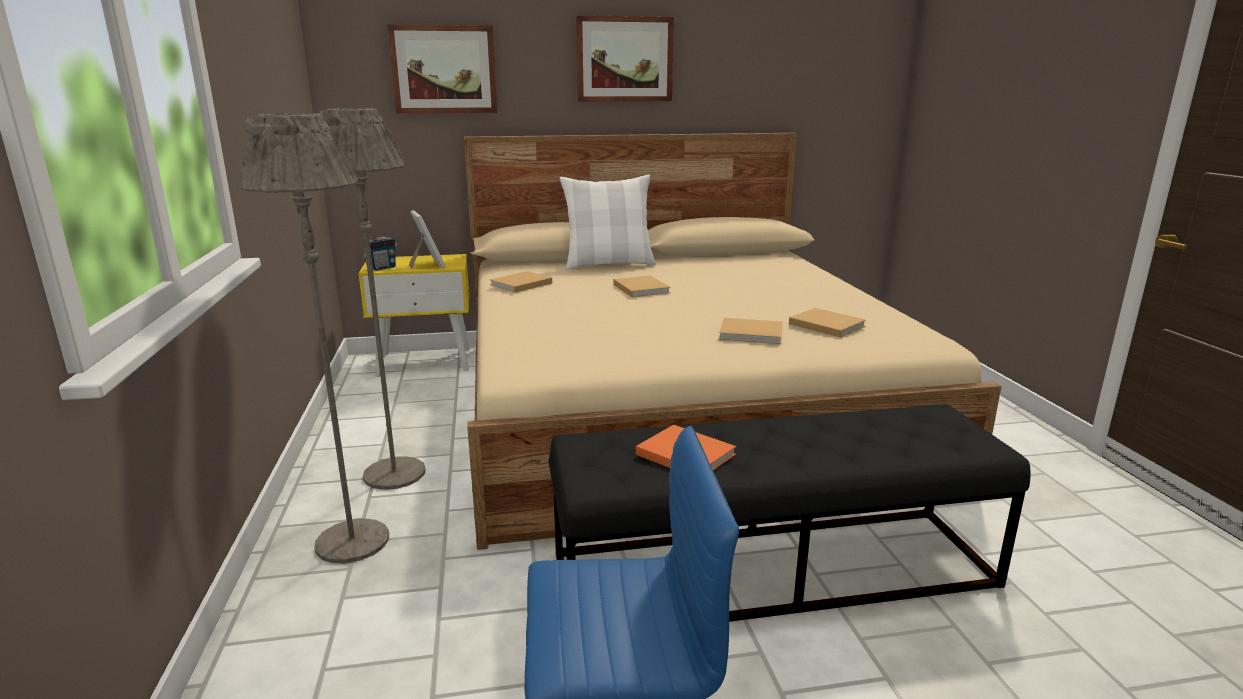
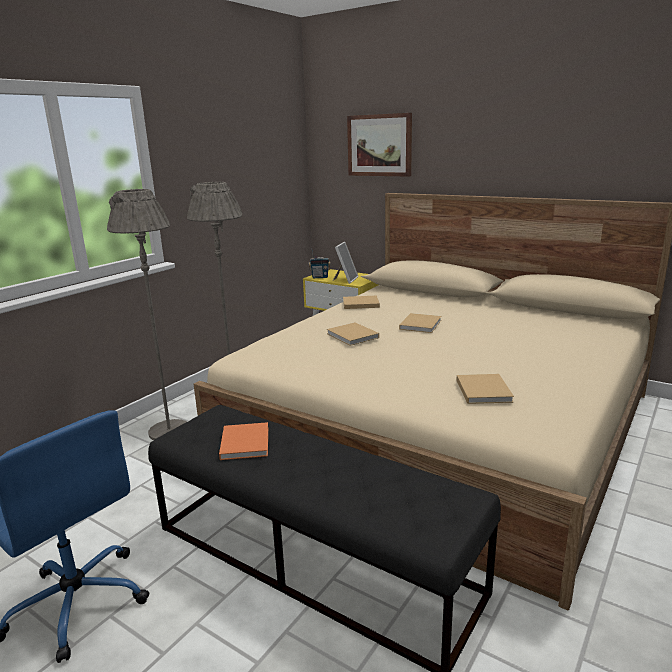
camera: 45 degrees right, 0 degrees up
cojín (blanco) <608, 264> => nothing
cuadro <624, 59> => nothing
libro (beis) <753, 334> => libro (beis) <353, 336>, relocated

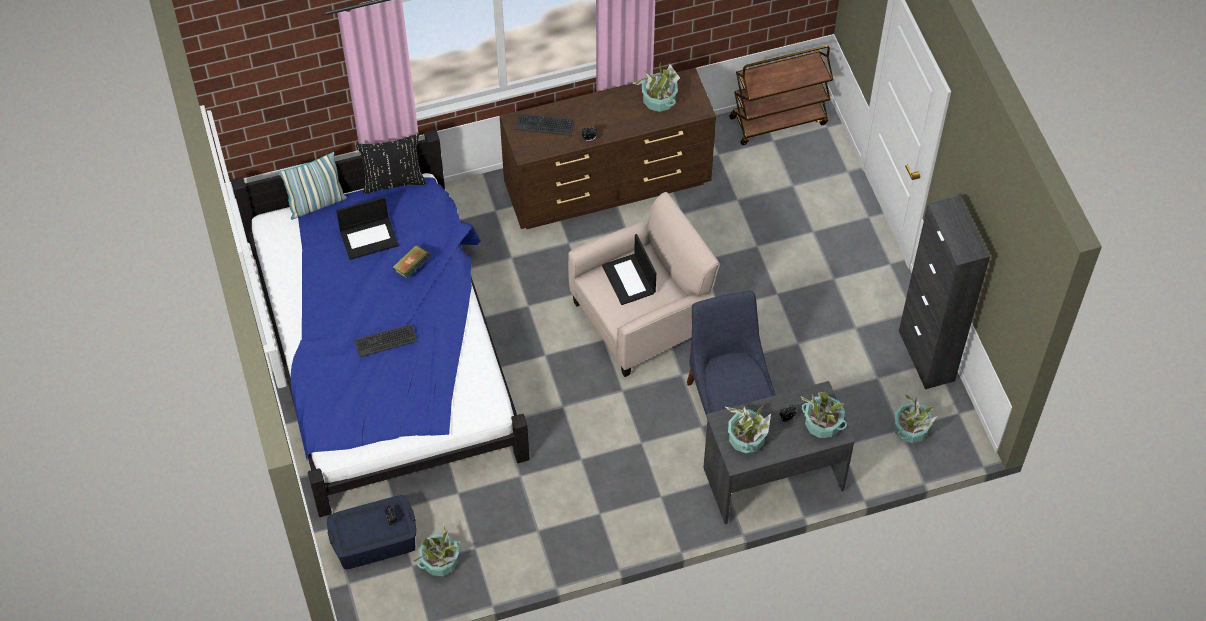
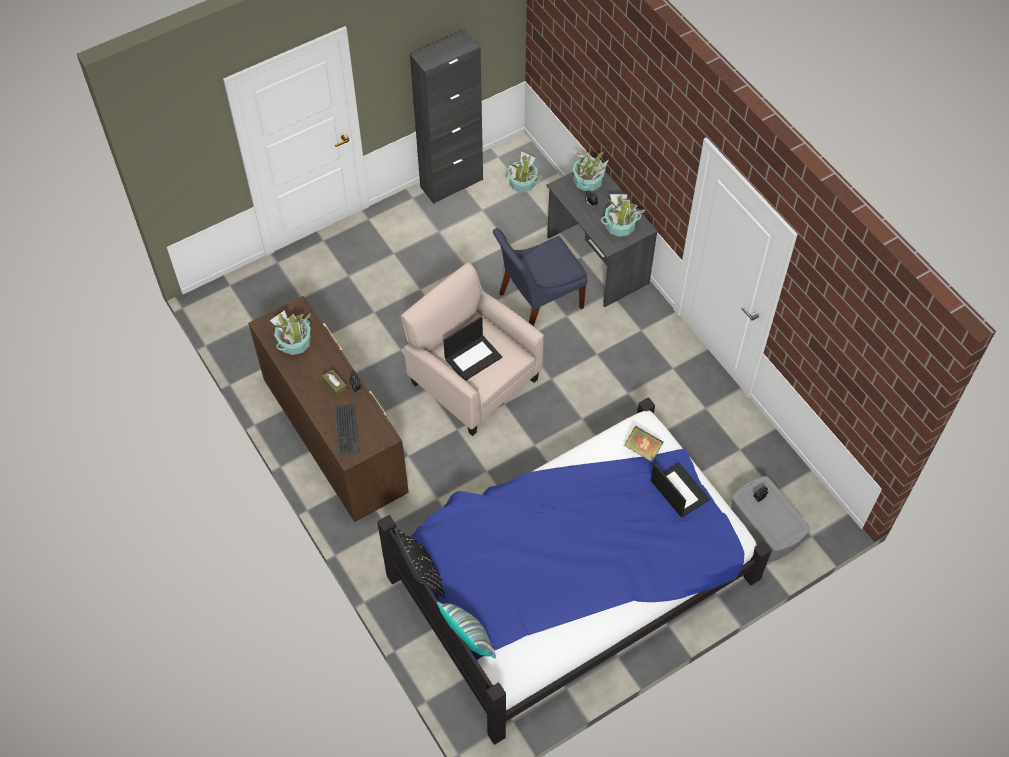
camera: 105 degrees left, 0 degrees up
caja de almacenaje (azul) <374, 541> => caja de almacenaje (gris) <765, 527>
portátil <369, 237> => portátil <678, 490>, relocated
teclado <385, 340> => nothing
libro <412, 268> => libro <642, 449>, relocated
planta en maceta <440, 561> => nothing
carrito (marrón) <779, 120> => nothing
nothing => caja de pañuelos (marrón) <335, 386>

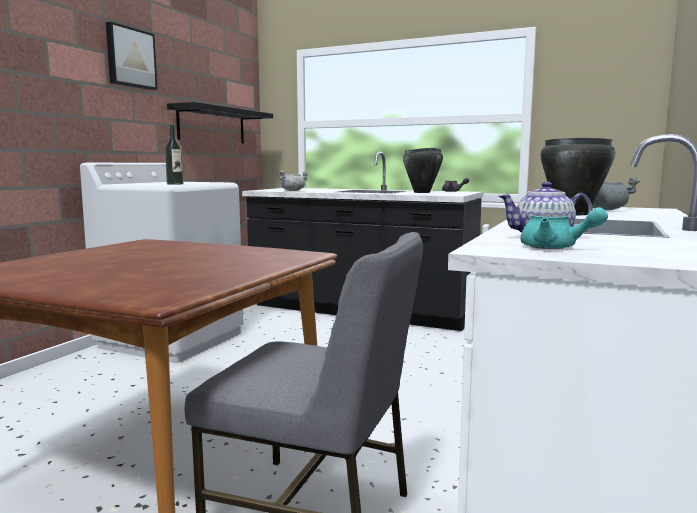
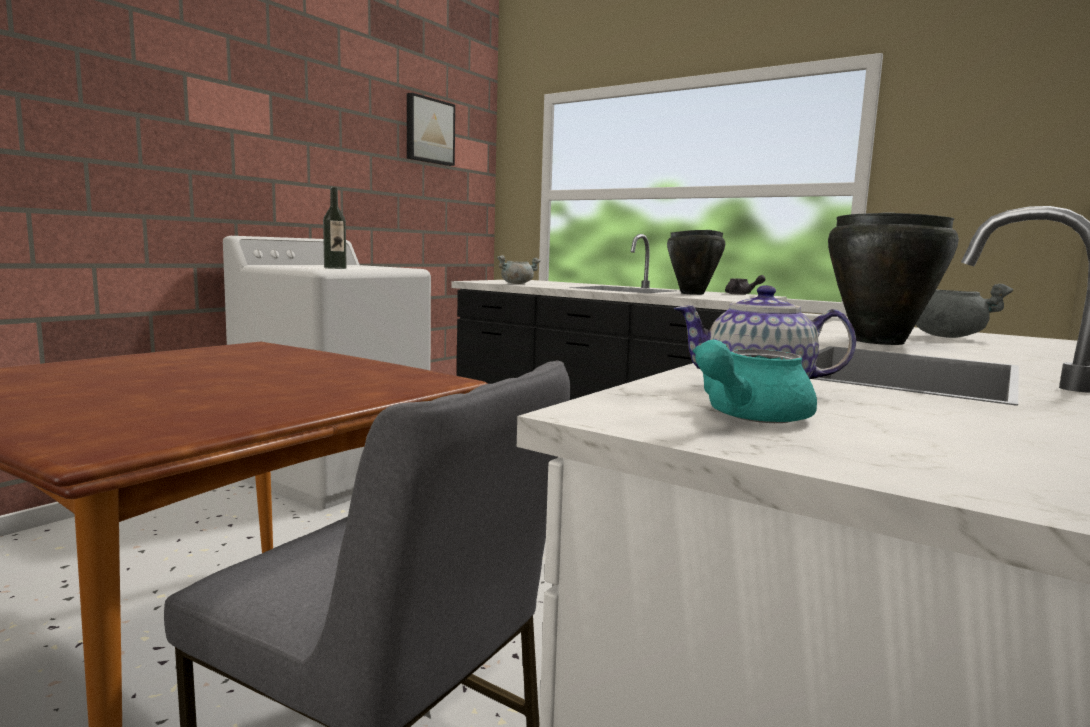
camera: 10 degrees right, 0 degrees up
cuadro <130, 58> => cuadro <429, 131>, relocated
estante (negro) <212, 125> => nothing
tetera (turquesa) <556, 248> => tetera (turquesa) <747, 417>, 90 degrees clockwise

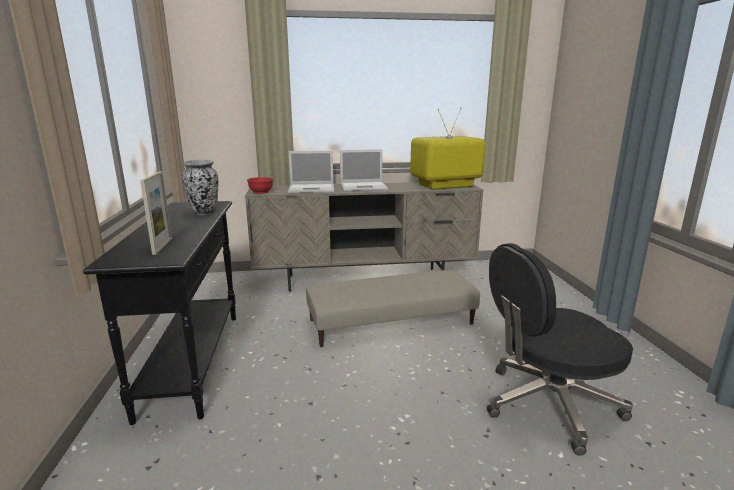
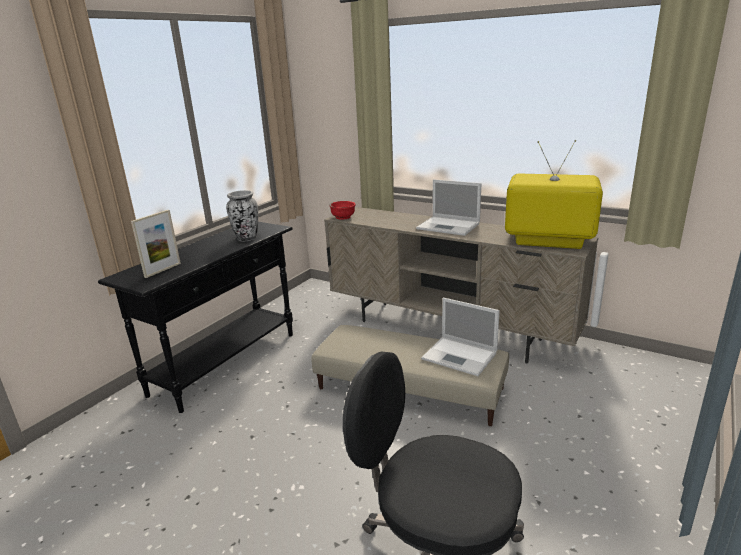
camera: 40 degrees right, 5 degrees up
portátil <312, 189> => portátil <461, 356>, relocated

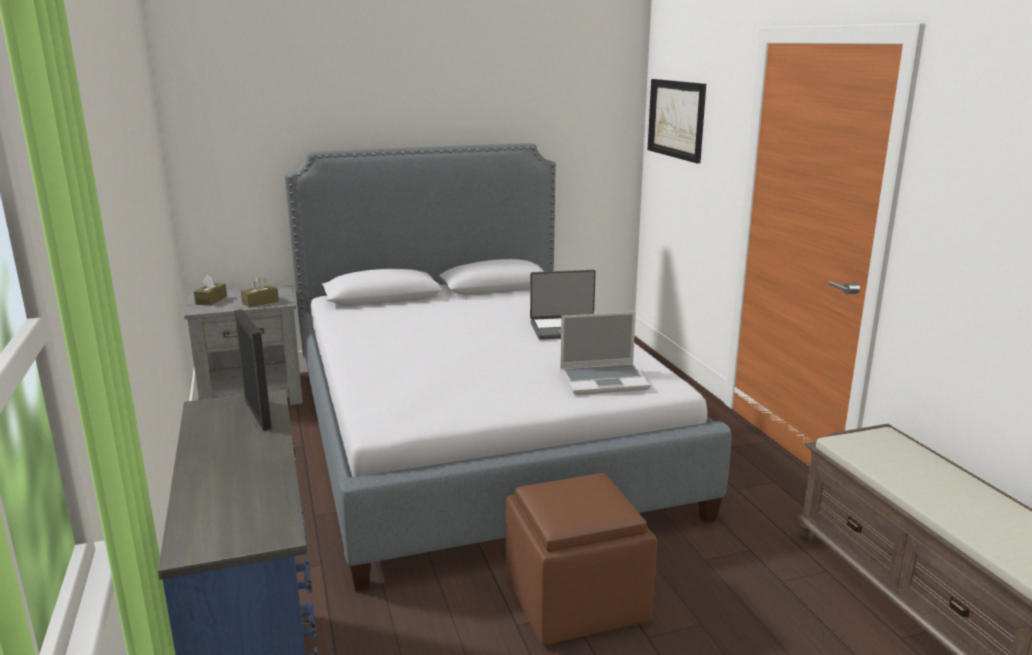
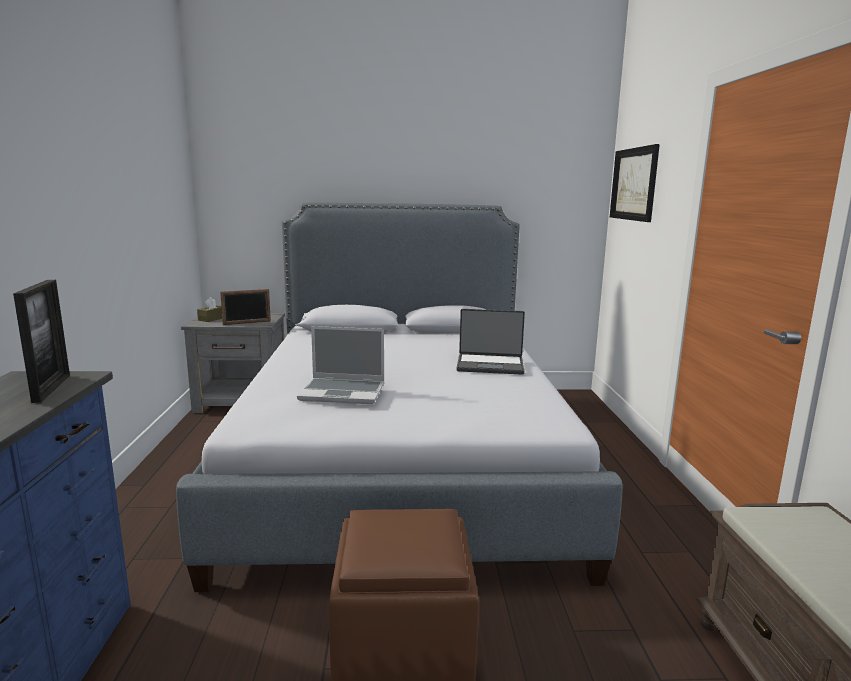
camera: 15 degrees right, 5 degrees down
caja de pañuelos (marrón) <260, 302> => portarretratos <247, 323>
portátil <604, 380> => portátil <344, 392>, relocated

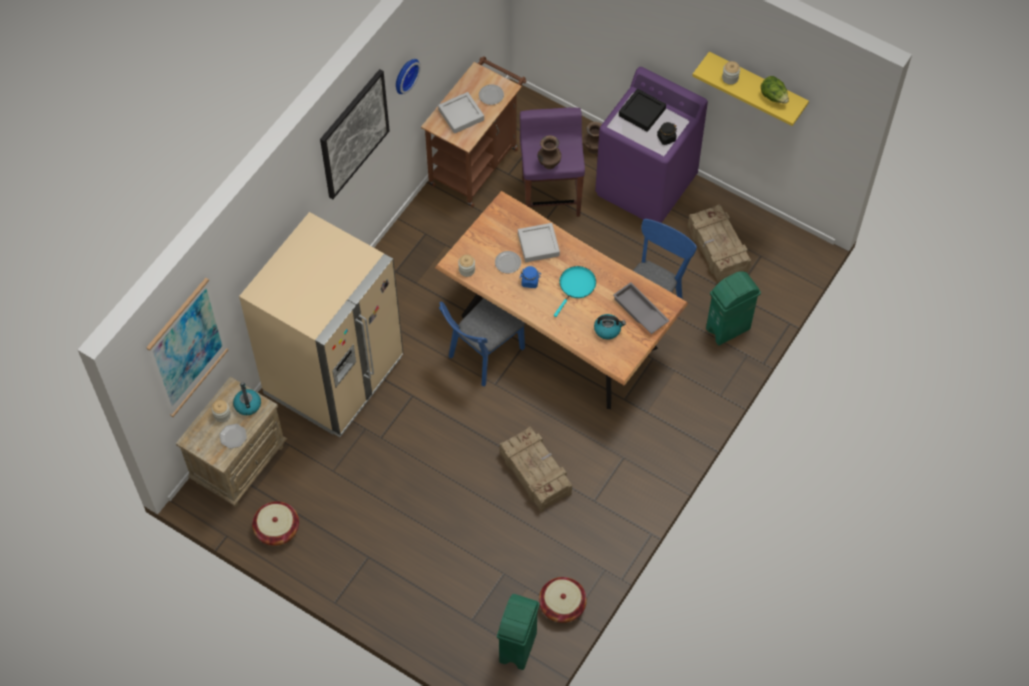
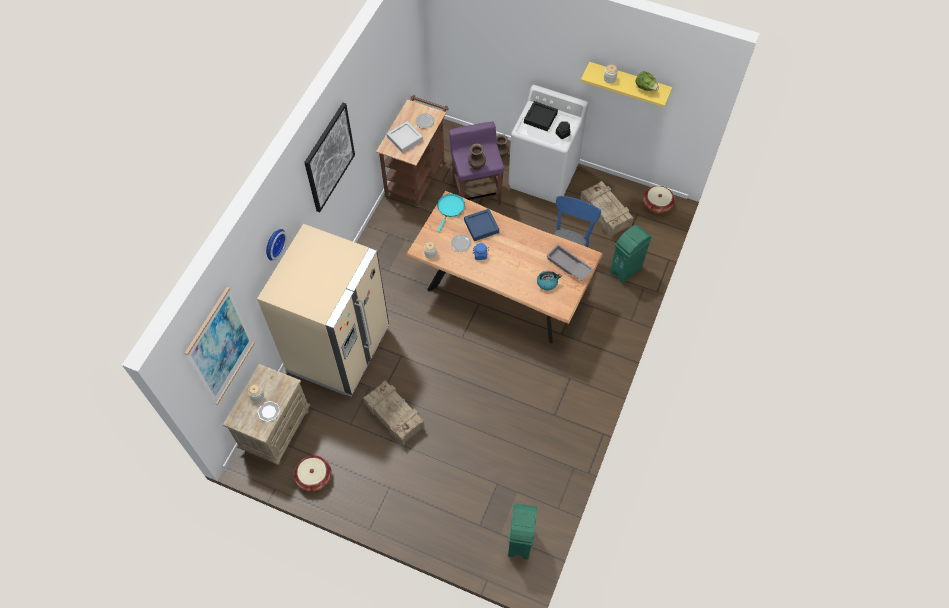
camera: 10 degrees left, 0 degrees up
hervidor <247, 404> => nothing
reloj de pared <404, 75> => reloj de pared <273, 243>, relocated
silla (azul) <482, 356> => nothing
caja de embalaje <535, 473> => caja de embalaje <394, 415>, relocated
bandeja (gris) <538, 245> => bandeja (azul) <481, 226>
cesta <562, 605> => cesta <657, 204>, relocated
sartén (turquesa) <576, 286> => sartén (turquesa) <450, 208>, relocated
lavadora (morado) <646, 185> => lavadora (blanco) <544, 176>

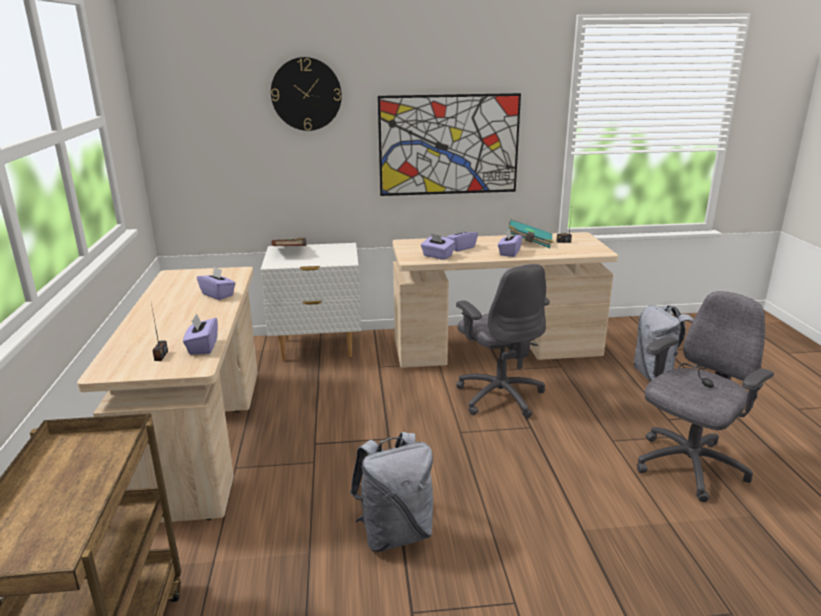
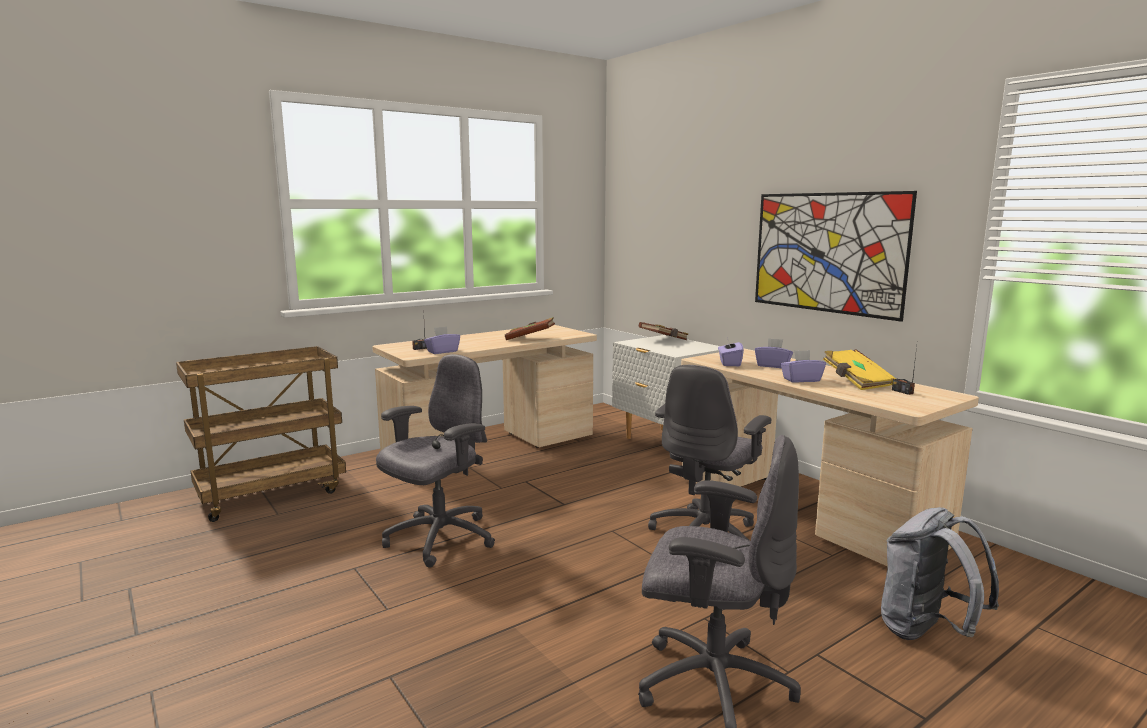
camera: 60 degrees right, 10 degrees down
caja de pañuelos (morado) <218, 294> => libro (marrón) <530, 339>
reloj de pared <306, 94> => nothing
mochila (gris) <395, 533> => silla de oficina (gris) <439, 539>
libro (turquesa) <529, 243> => libro (amarillo) <856, 382>

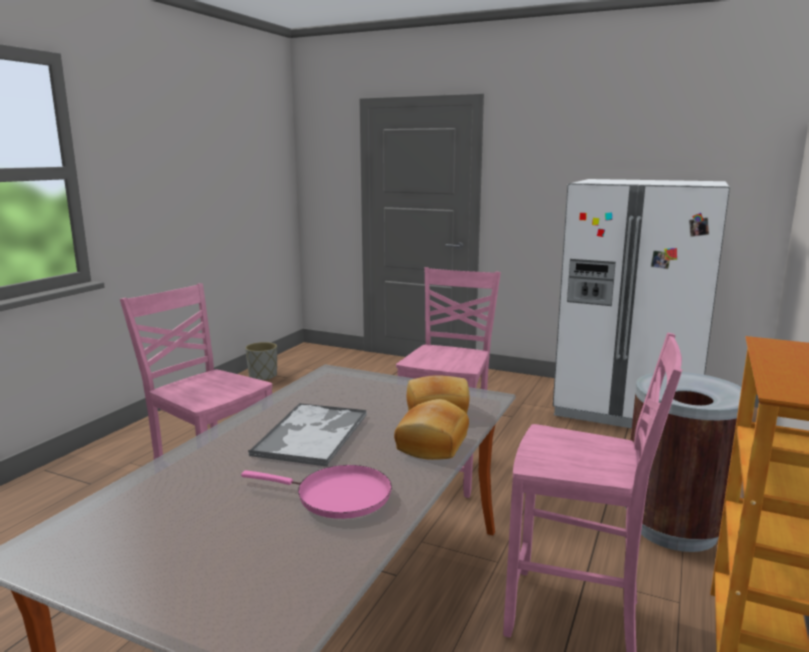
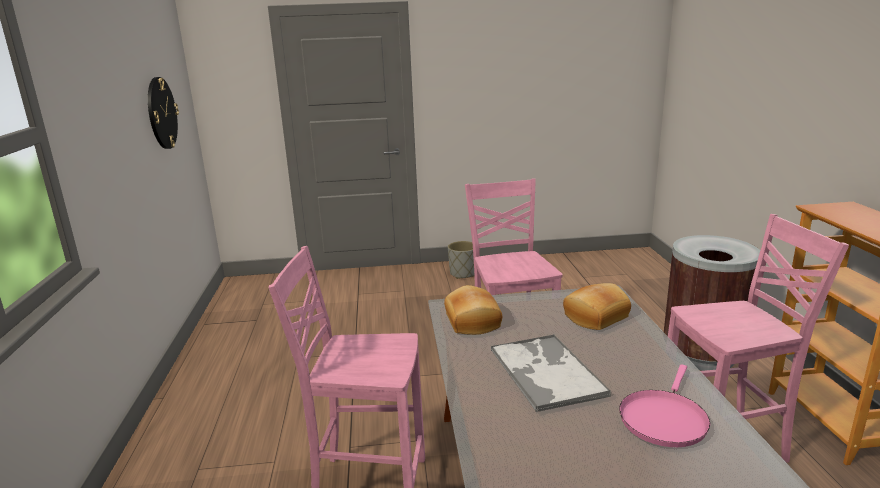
camera: 30 degrees left, 5 degrees up
sartén (rosa) <337, 496> => sartén (rosa) <663, 419>, 135 degrees clockwise
maceta (gris) <263, 376> => maceta (gris) <463, 274>, relocated
pan <430, 444> => pan <471, 322>, relocated
nevera (blanco) <627, 408> => nothing
nothing => reloj de pared <161, 113>

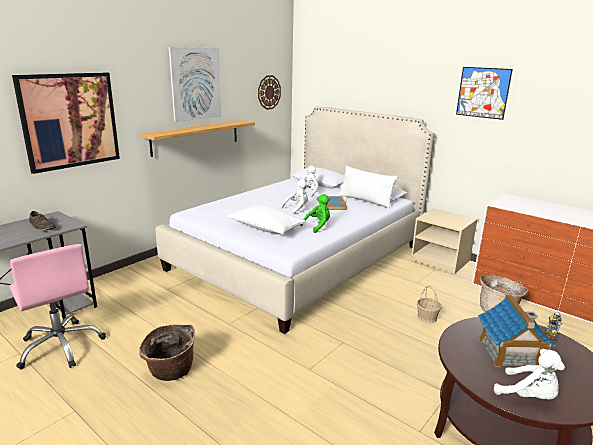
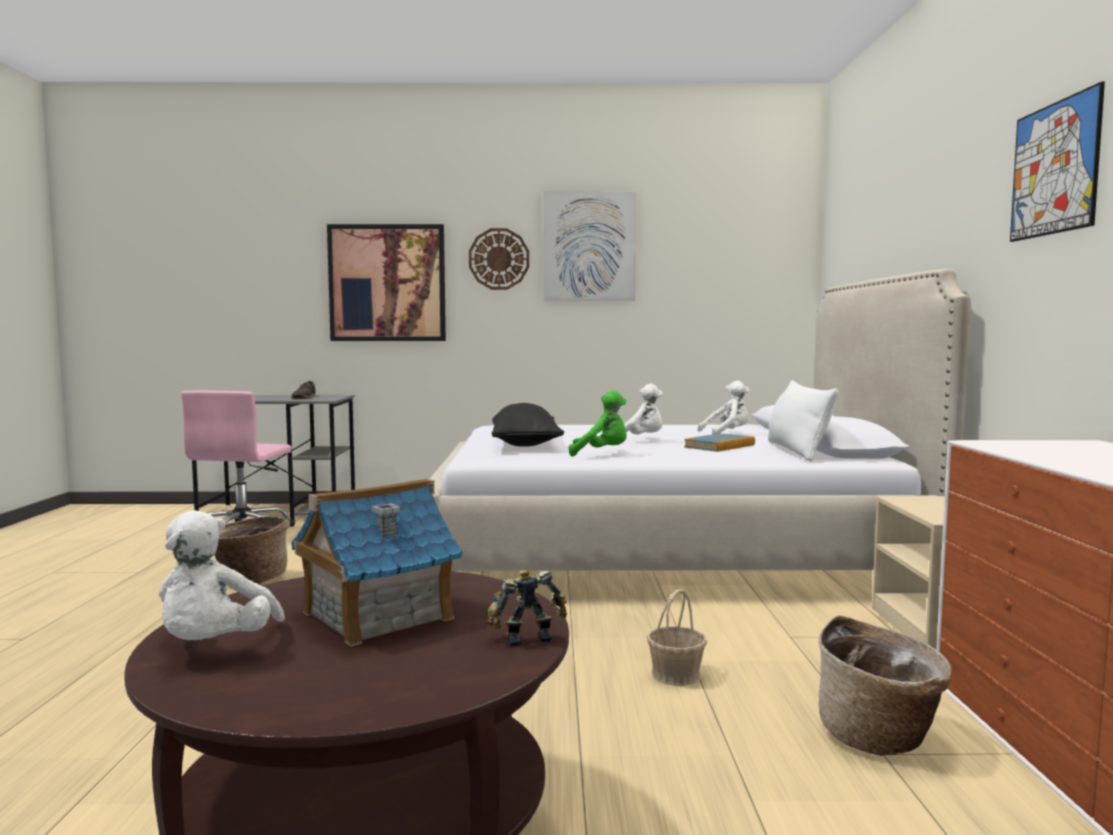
camera: 50 degrees right, 15 degrees down
estante <196, 137> => nothing
cojín (blanco) <266, 229> => cojín (negro) <525, 444>
reloj de pared <269, 92> => reloj de pared <499, 259>, relocated

